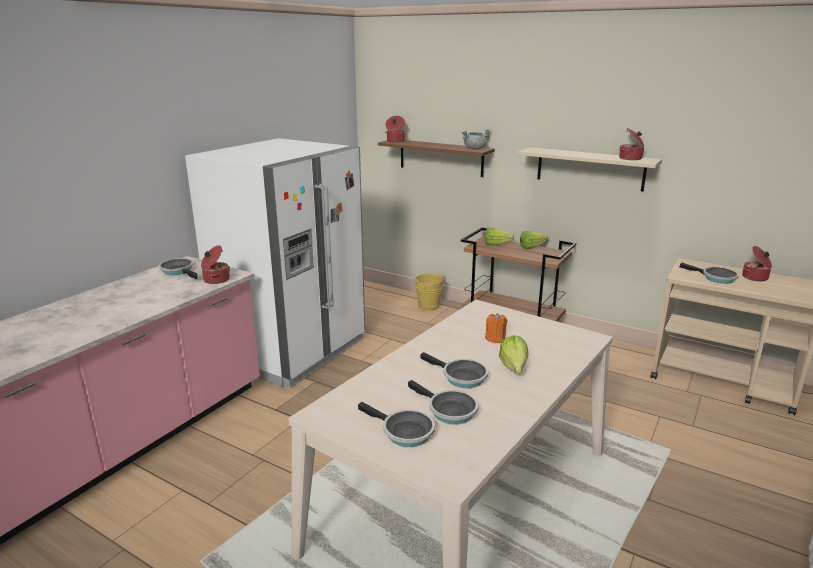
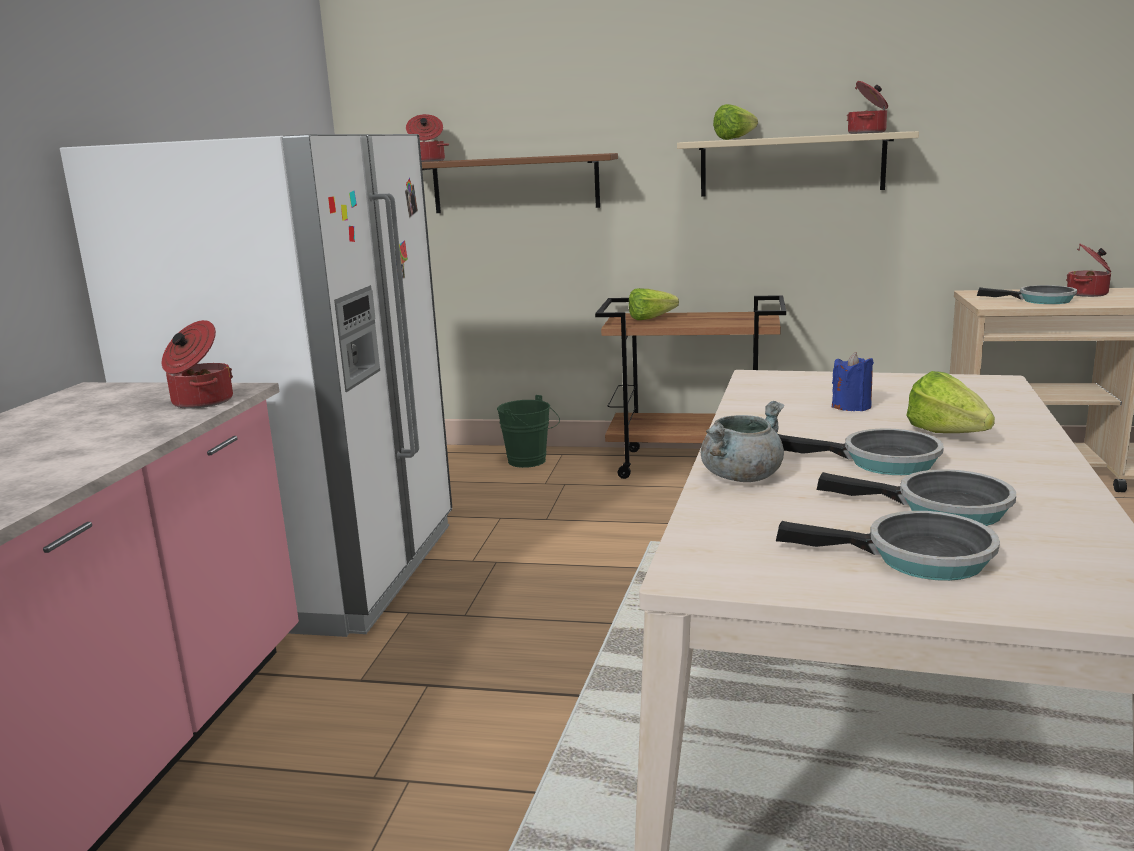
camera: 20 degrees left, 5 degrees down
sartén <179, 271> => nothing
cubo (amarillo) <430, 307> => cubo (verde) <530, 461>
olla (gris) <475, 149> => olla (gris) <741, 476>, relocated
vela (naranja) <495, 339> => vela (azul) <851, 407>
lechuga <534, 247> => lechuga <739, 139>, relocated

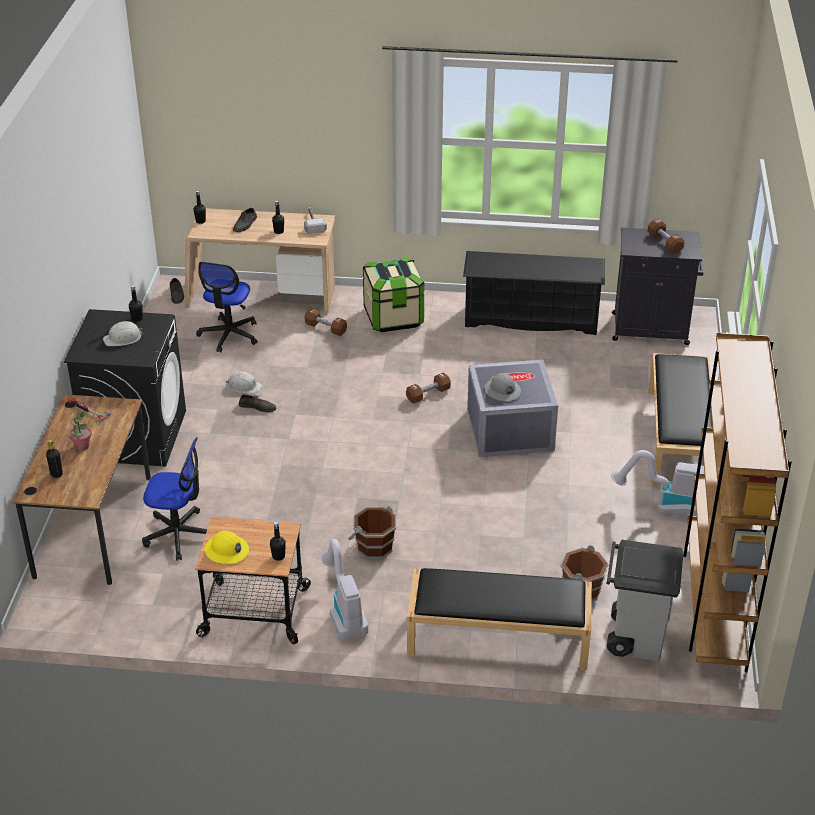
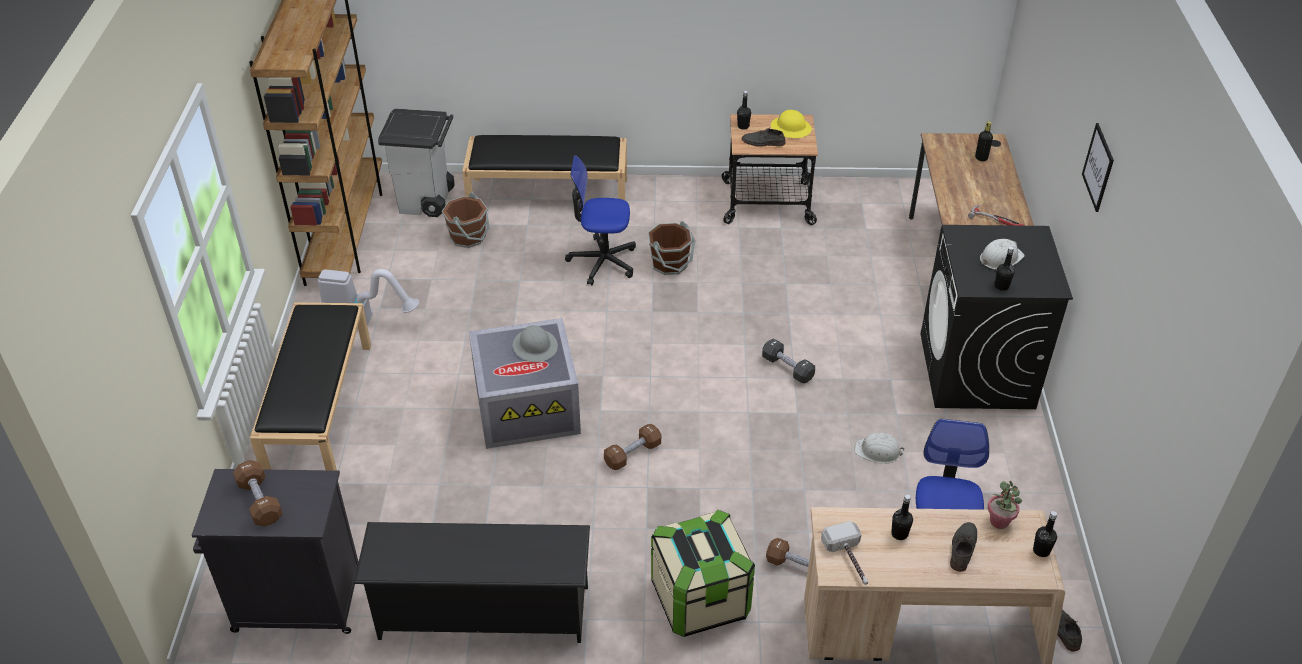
camera: 175 degrees right, 5 degrees up
planta en maceta <82, 446> => planta en maceta <999, 521>, relocated
silla de oficina <179, 534> => silla de oficina <602, 261>, relocated
zapato (gris) <257, 406> => zapato (gris) <763, 142>, relocated
aspiradora <343, 612> => nothing
nothing => mancuerna (negro) <787, 368>
nothing => cuadro <1098, 167>

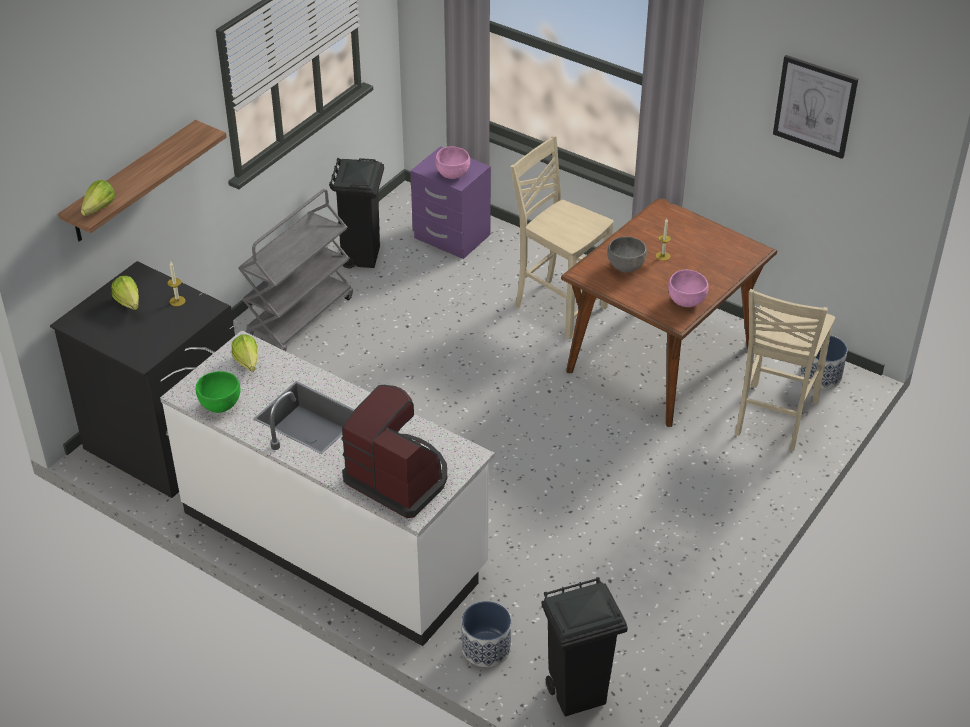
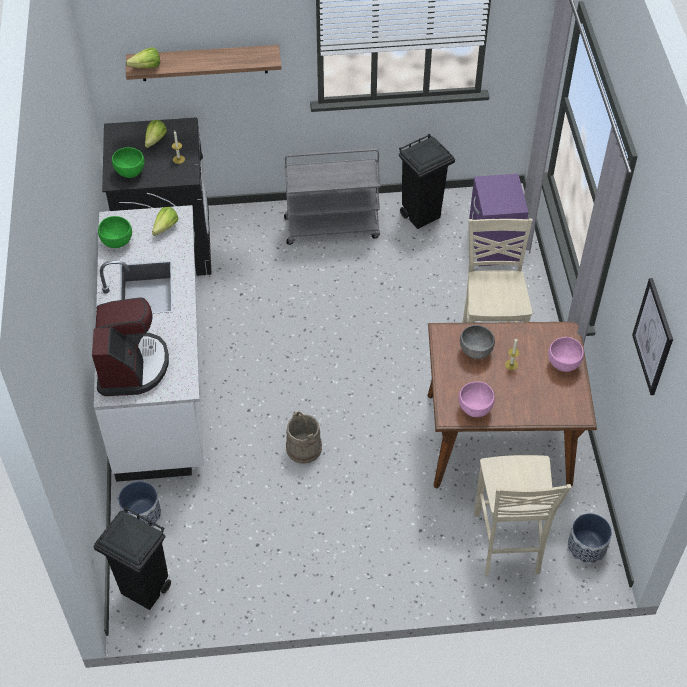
camera: 50 degrees right, 10 degrees up
cuenco (rosa) <452, 174> => cuenco (rosa) <563, 363>, relocated
silla (beis) <773, 419> => silla (beis) <507, 545>, 75 degrees counterclockwise
nothing => cuenco (verde) <130, 172>
nothing => cubo (beis) <303, 448>

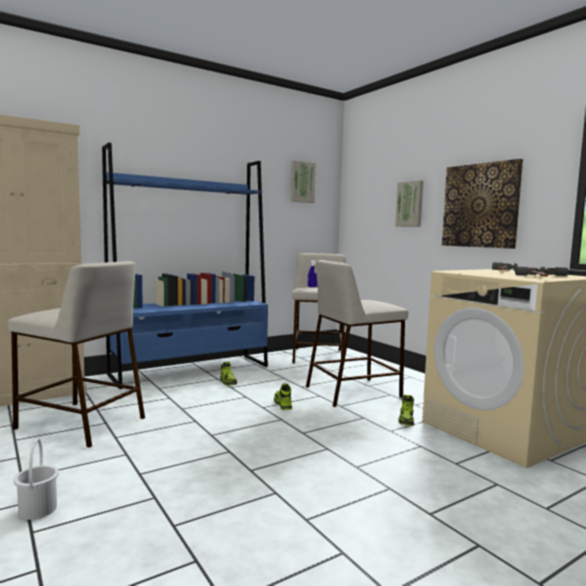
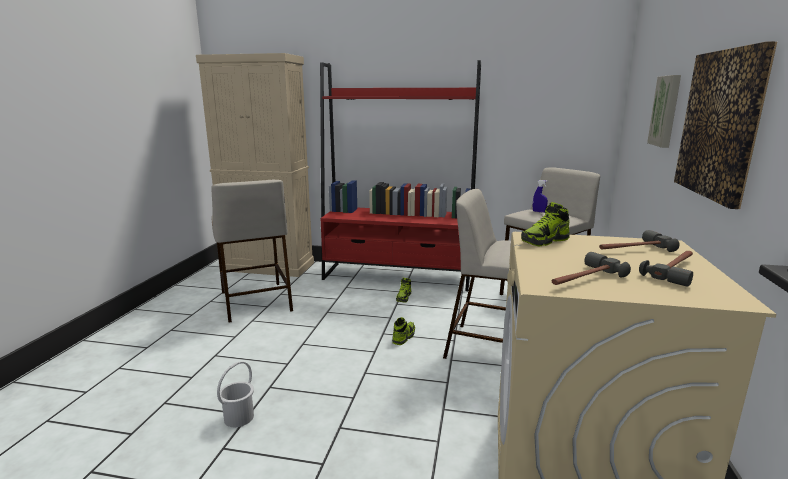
camera: 45 degrees right, 10 degrees up
cubo (blanco) <37, 509> => cubo (blanco) <238, 417>, relocated
estantería (azul) <191, 370> => estantería (rojo) <397, 276>
cuadro <302, 182> => nothing
zapato <406, 420> => zapato <545, 241>, relocated

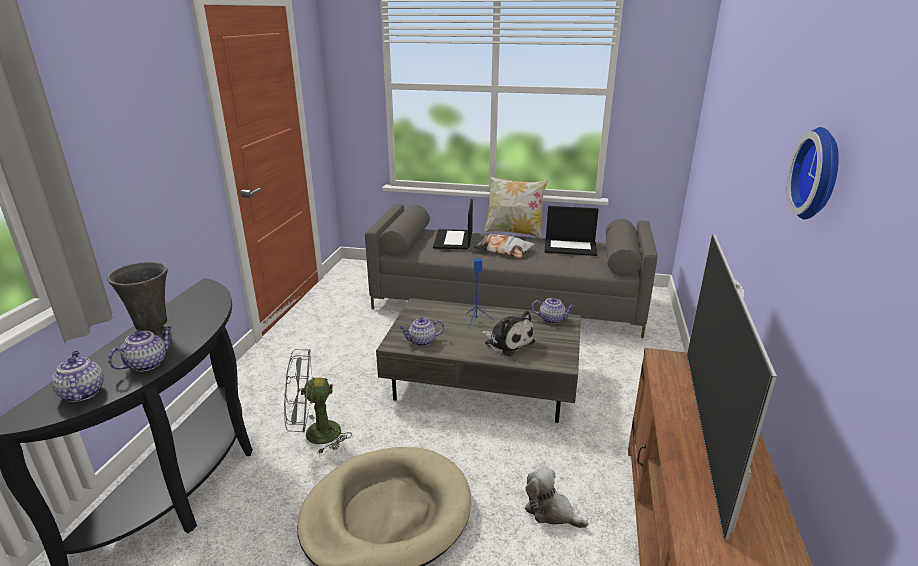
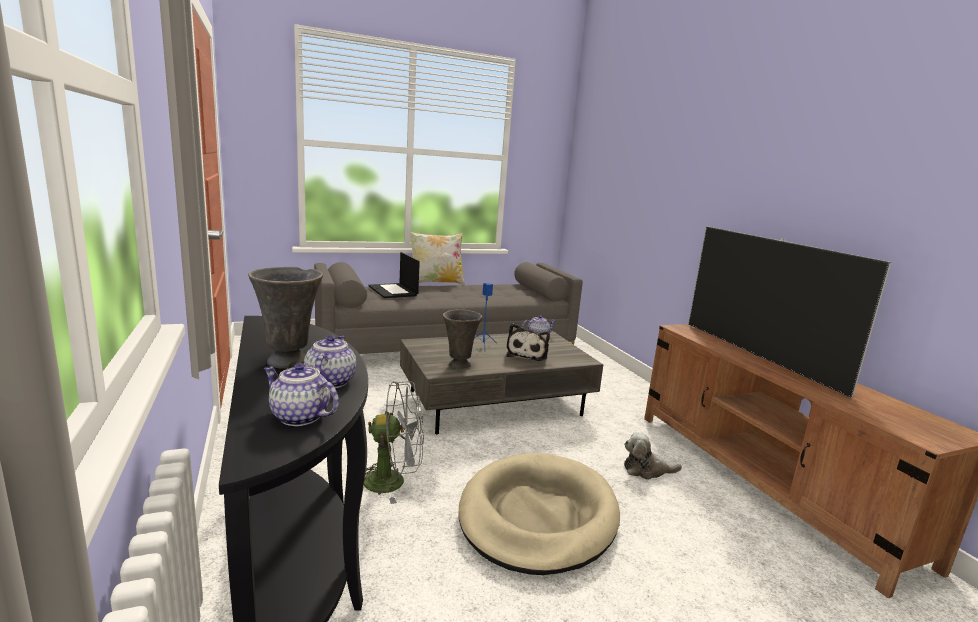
camera: 35 degrees left, 10 degrees down
ventilador (gris) <314, 435> => ventilador (gris) <394, 481>, 135 degrees counterclockwise
tetera <421, 341> => florero (gris) <459, 366>
cojín <503, 250> => nothing
peluche <507, 342> => peluche <527, 354>, 90 degrees clockwise
portátil <571, 247> => nothing
reloj de pared <821, 174> => nothing

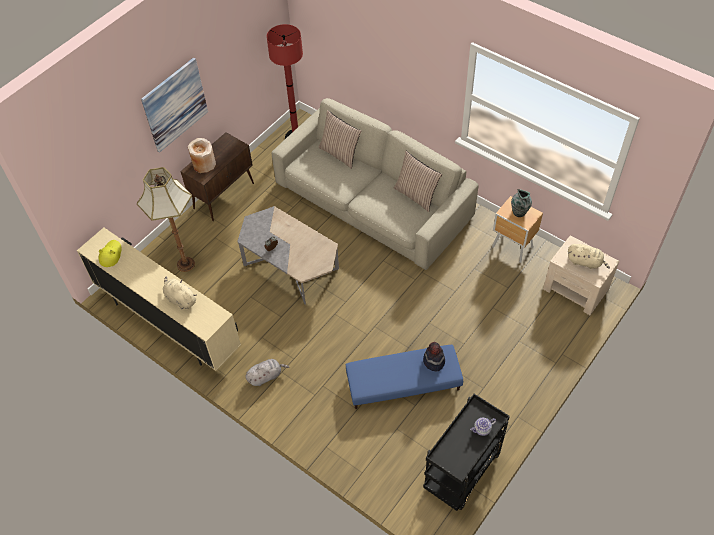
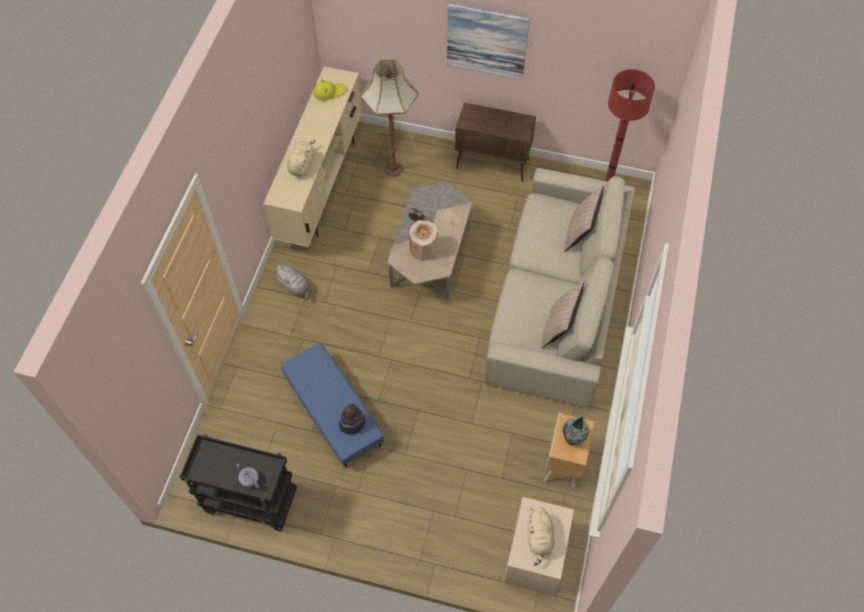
camera: 65 degrees right, 5 degrees up
florero (beis) <204, 164> => florero (beis) <423, 249>, relocated

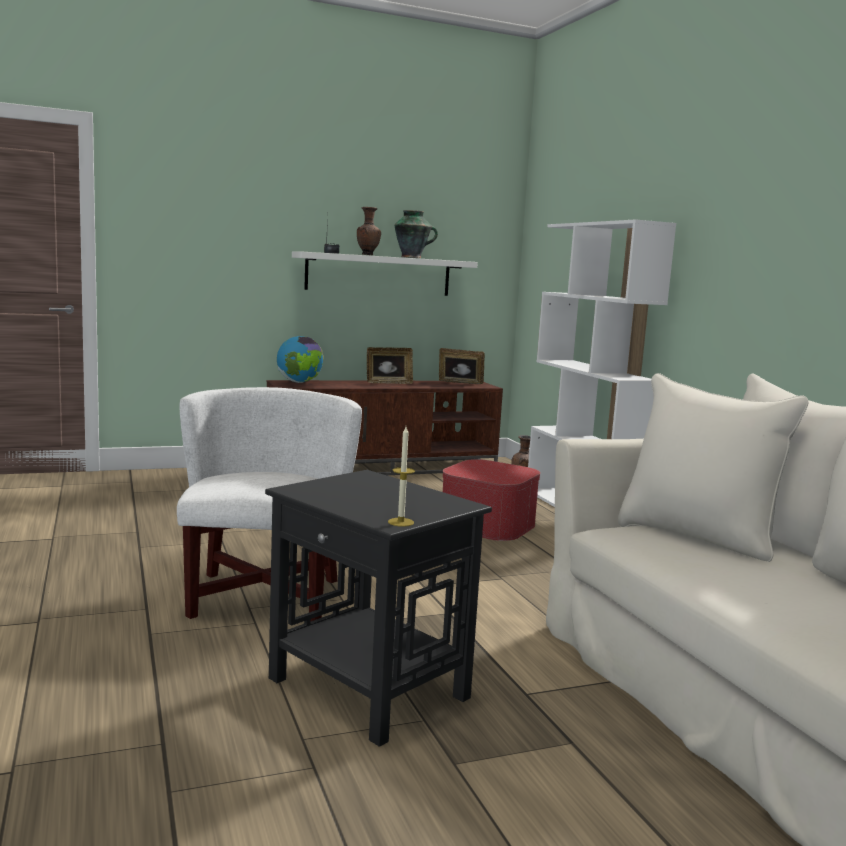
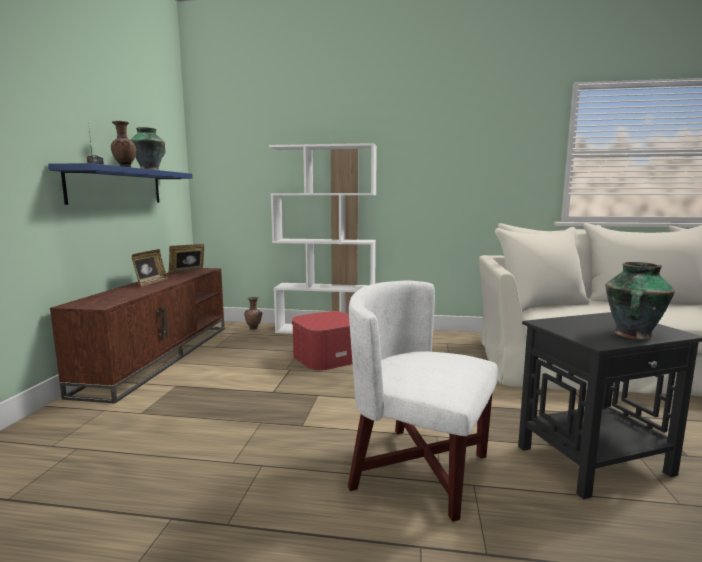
camera: 60 degrees left, 0 degrees up
globo terráqueo <299, 382> => nothing
estante (blanco) <379, 274> => estante (azul) <117, 186>
vela <401, 522> => nothing
nothing => florero <632, 335>

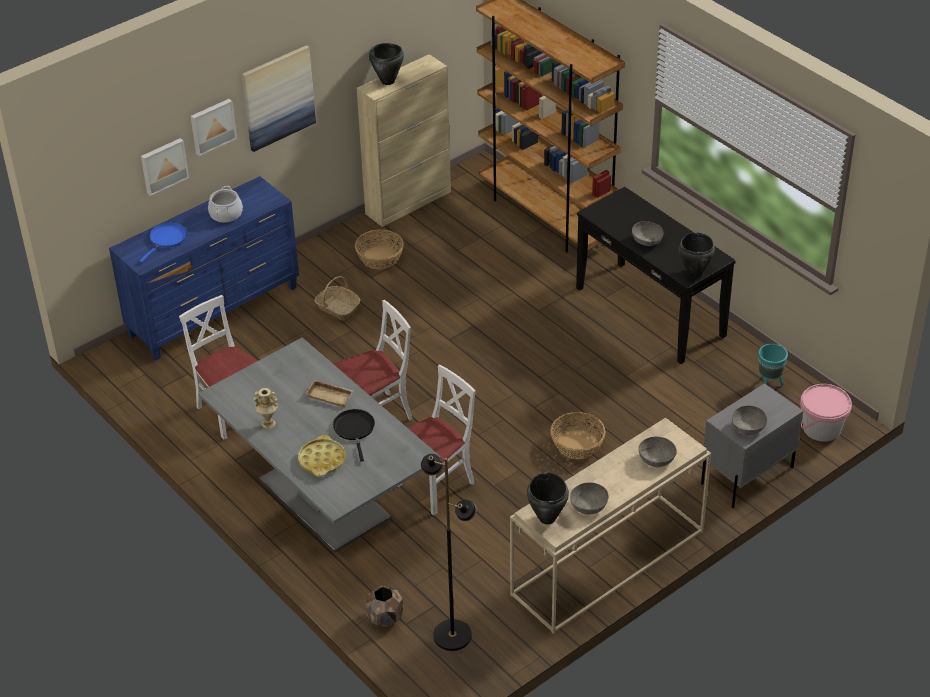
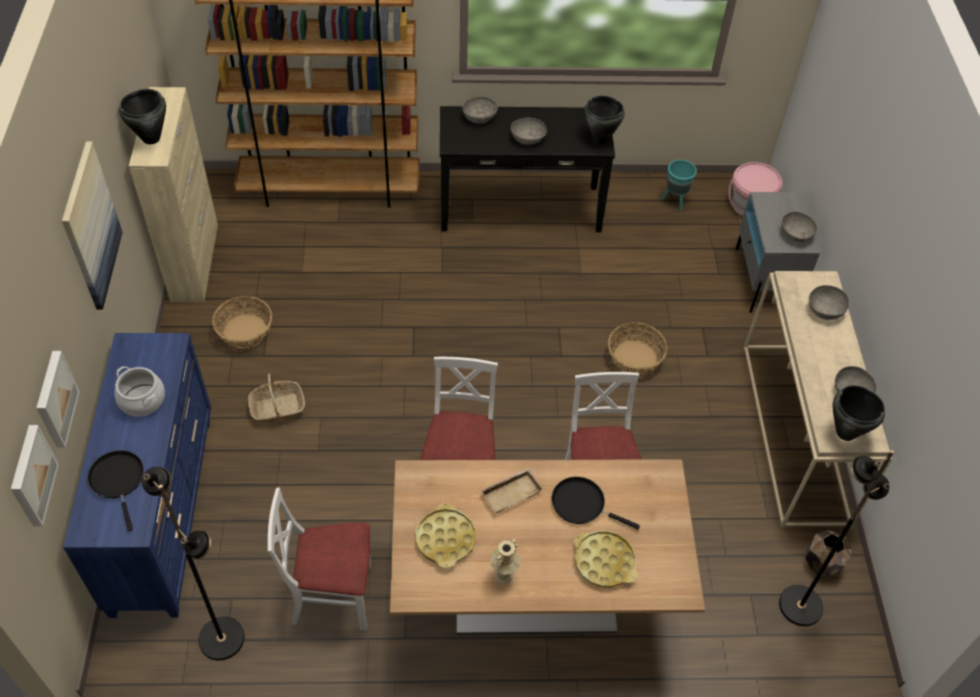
camera: 55 degrees left, 10 degrees up
sartén (azul) <167, 239> => sartén (negro) <118, 480>
cuadro <212, 126> => cuadro <31, 476>, relocated
mesa de comedor (gris) <324, 499> => mesa de comedor (marrón) <534, 593>
maceta (marrón) <385, 618> => maceta (marrón) <823, 562>, relocated
nothing => lámpara de pie (negro) <222, 638>
nothing => bandeja (amarillo) <445, 539>
nothing => cuenco (gris) <479, 117>

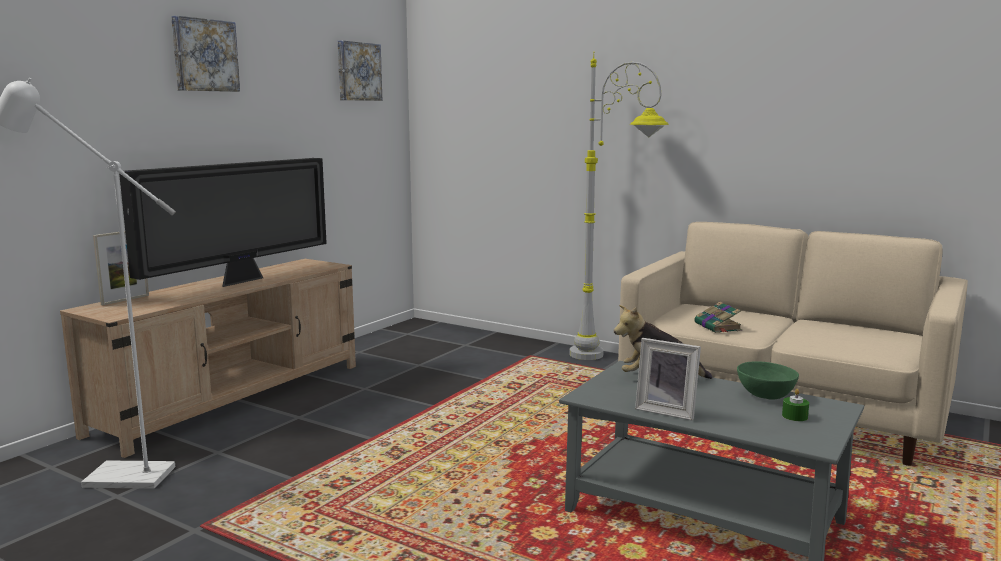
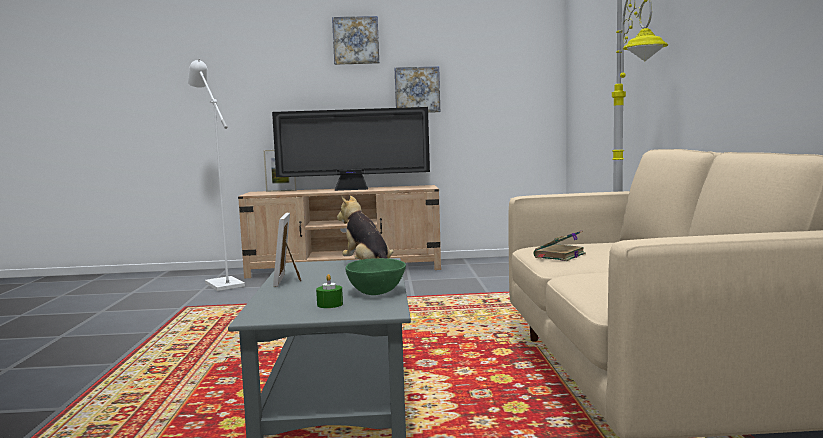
camera: 55 degrees right, 5 degrees down
cuadro <358, 71> => cuadro <417, 90>, relocated

